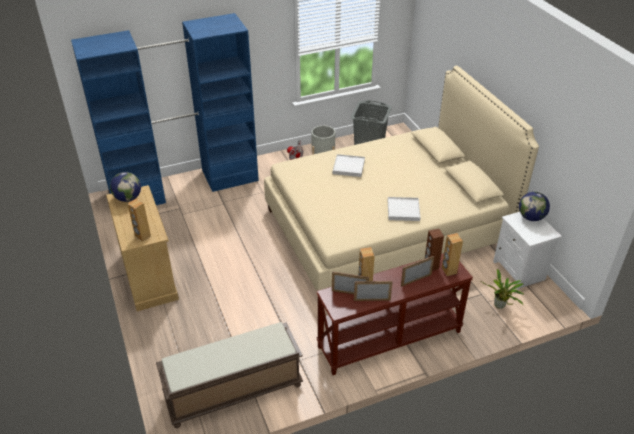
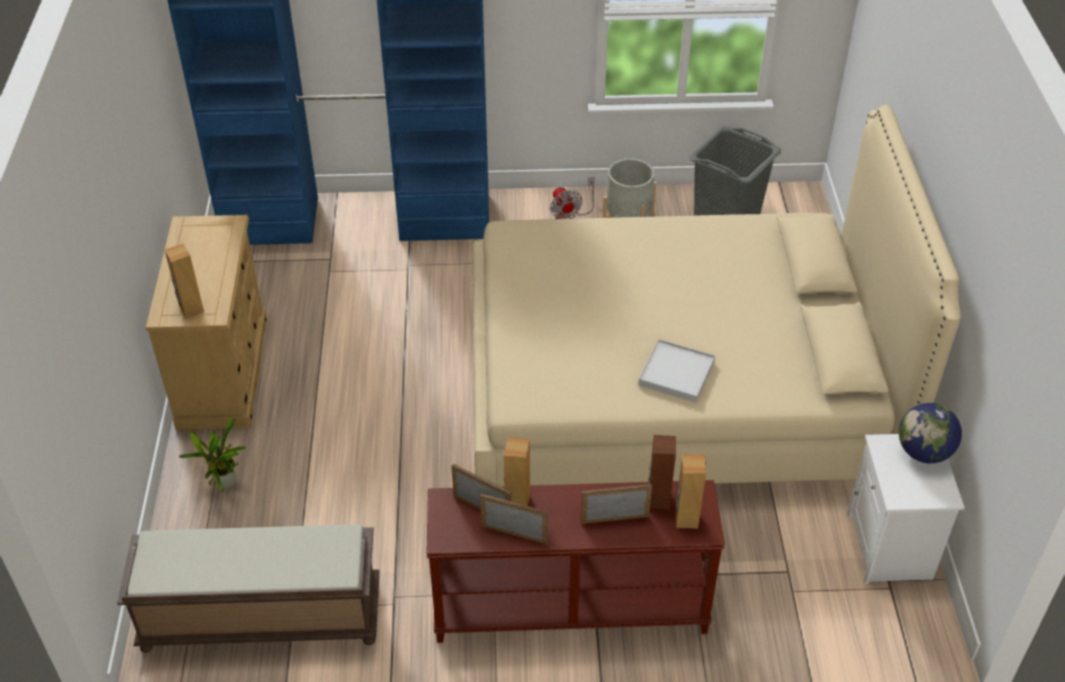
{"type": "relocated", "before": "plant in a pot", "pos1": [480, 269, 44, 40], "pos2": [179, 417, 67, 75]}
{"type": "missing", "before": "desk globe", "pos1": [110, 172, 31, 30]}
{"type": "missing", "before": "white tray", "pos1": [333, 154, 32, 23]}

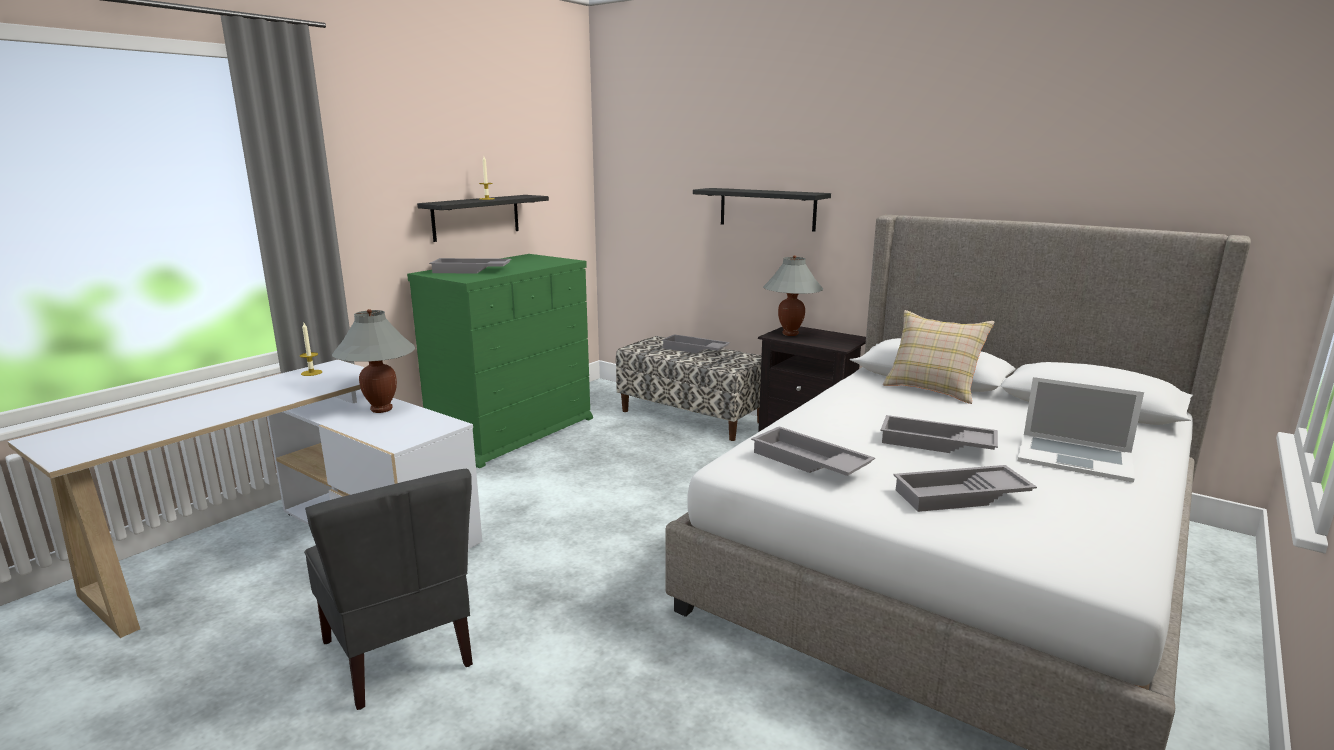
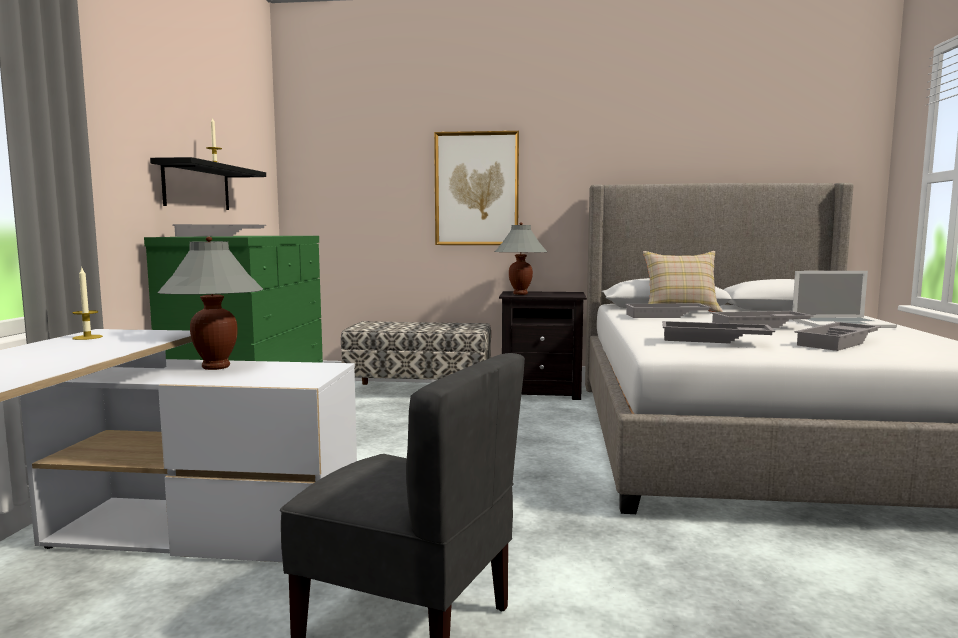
{"type": "exchanged", "before": "black-coloured bracket shelf", "after": "wall picture", "pos1": [693, 188, 138, 44], "pos2": [434, 131, 85, 114]}
{"type": "relocated", "before": "gray tray", "pos1": [661, 334, 69, 20], "pos2": [625, 304, 87, 14]}

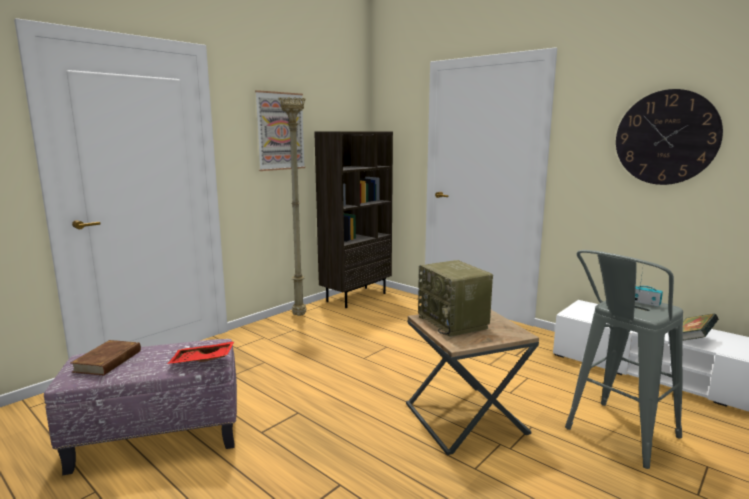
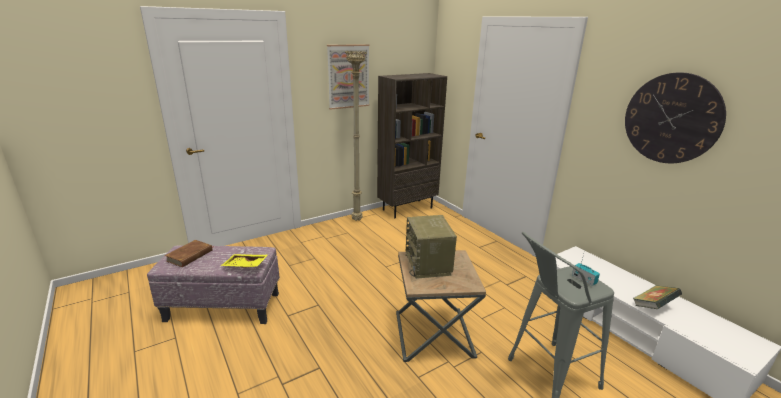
{"type": "colour", "before": "red tray", "after": "yellow tray", "pos1": [167, 341, 68, 23], "pos2": [221, 254, 47, 14]}

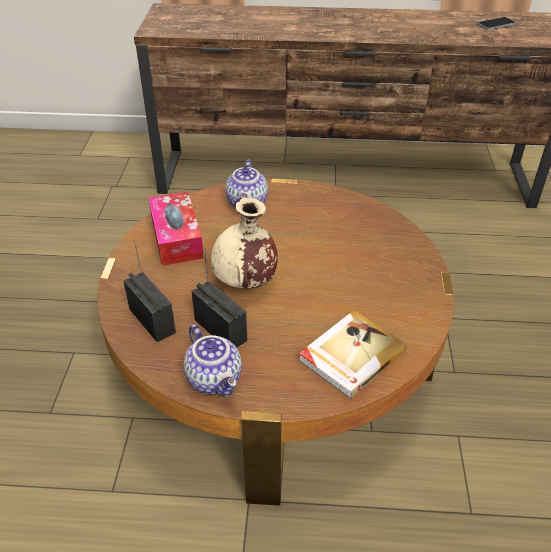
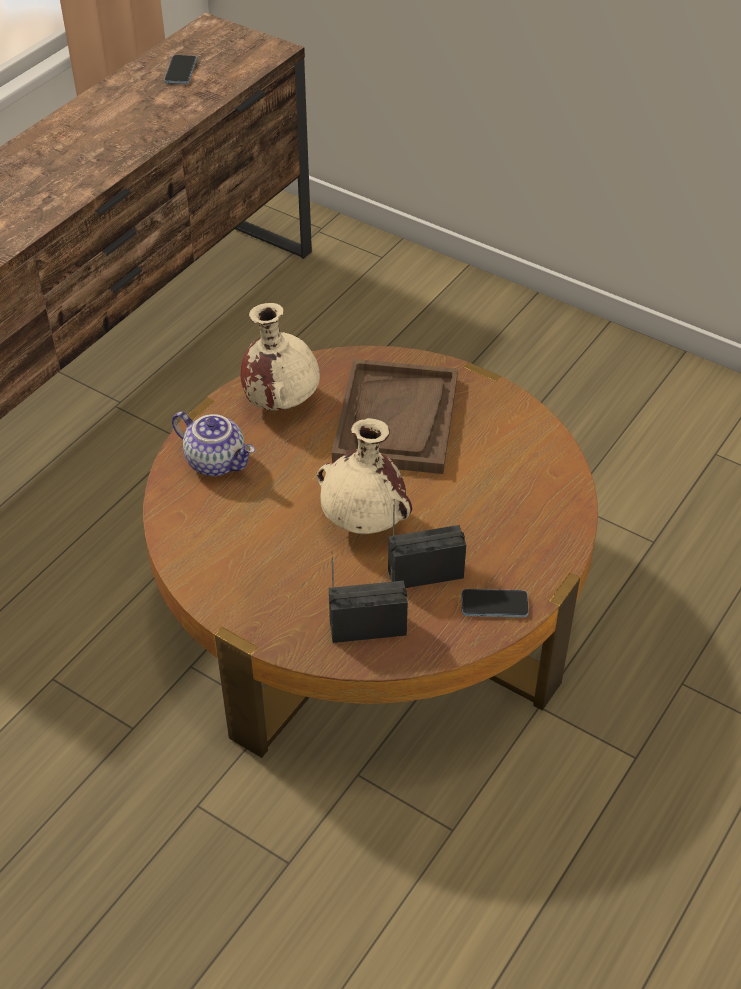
{"type": "appeared", "after": "sand-coloured decorative vase", "pos2": [240, 303, 80, 107]}
{"type": "appeared", "after": "brown-coloured tray", "pos2": [332, 359, 126, 115]}
{"type": "exchanged", "before": "pot for tea", "after": "telephone", "pos1": [183, 324, 59, 73], "pos2": [462, 589, 67, 28]}
{"type": "missing", "before": "tissue holder", "pos1": [149, 192, 55, 74]}
{"type": "missing", "before": "bound book", "pos1": [298, 310, 109, 89]}

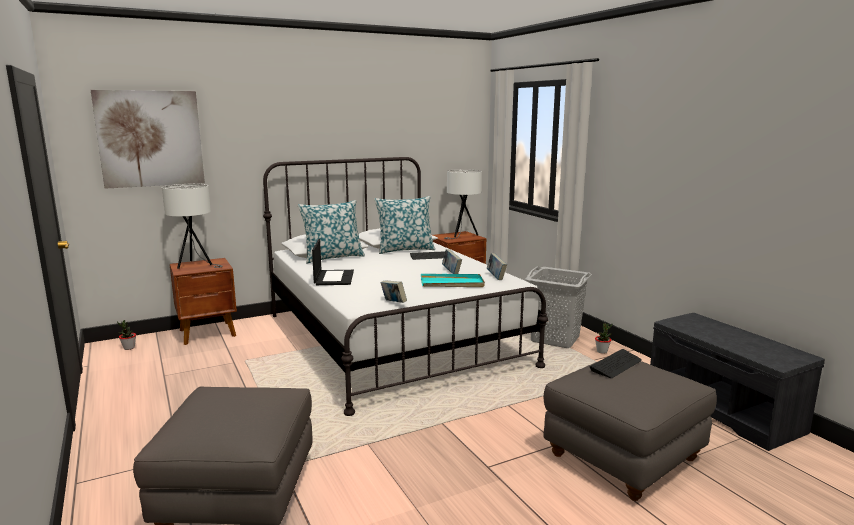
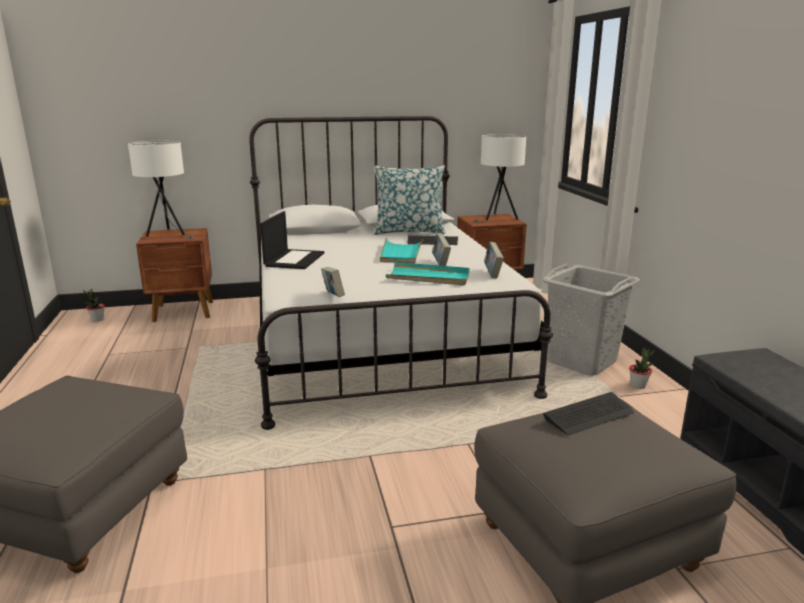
{"type": "appeared", "after": "blue-green tray", "pos2": [380, 238, 43, 25]}
{"type": "missing", "before": "wall picture", "pos1": [91, 90, 114, 99]}
{"type": "missing", "before": "throw pillow", "pos1": [298, 200, 67, 63]}

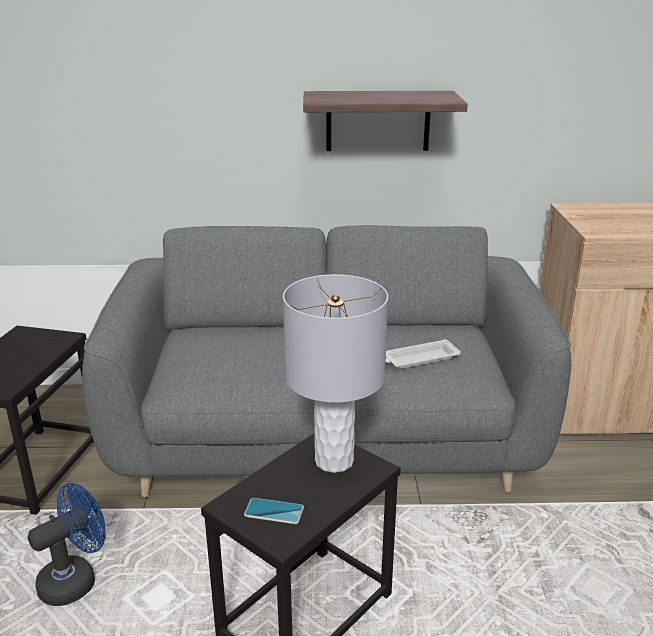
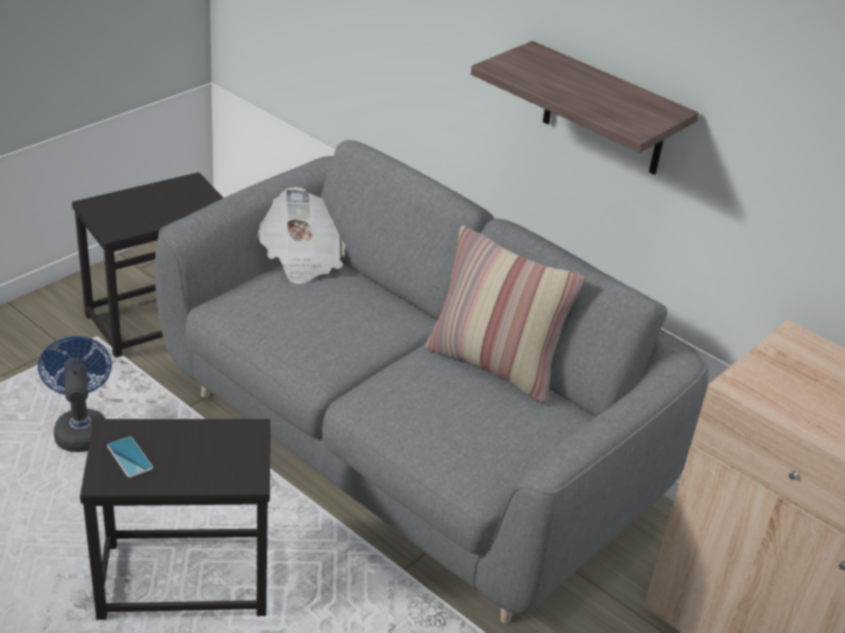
{"type": "spun", "before": "blue electric fan", "pos1": [28, 483, 78, 123], "pos2": [38, 336, 74, 116], "turn": -105}
{"type": "appeared", "after": "daily paper", "pos2": [257, 187, 88, 97]}
{"type": "appeared", "after": "throw pillow", "pos2": [426, 226, 160, 177]}
{"type": "missing", "before": "gray lamp for a table", "pos1": [283, 274, 105, 199]}
{"type": "missing", "before": "white tray", "pos1": [386, 339, 75, 30]}

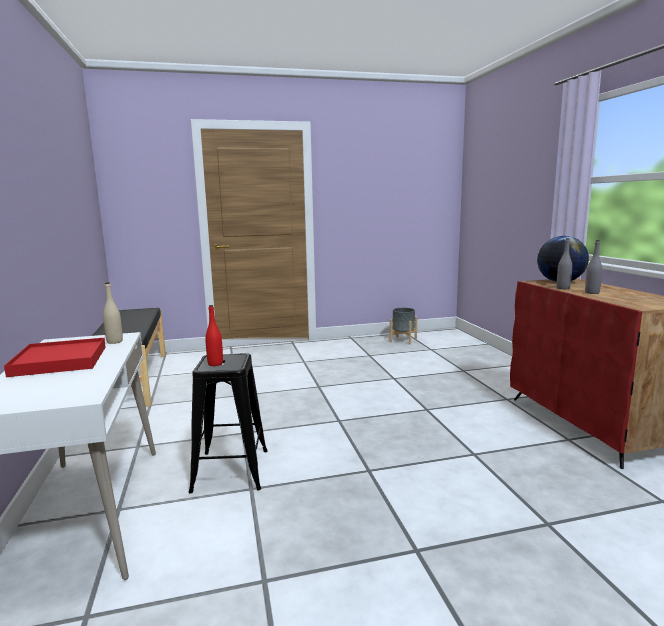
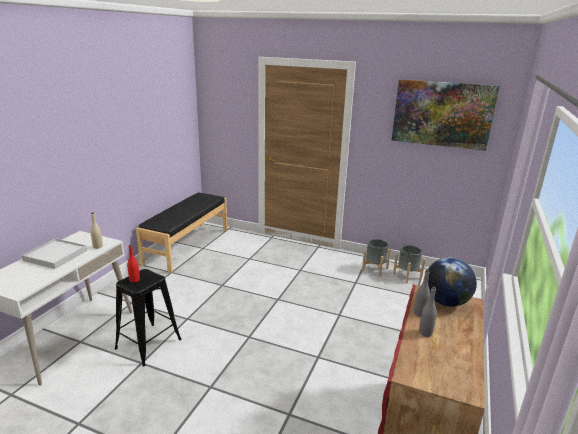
{"type": "colour", "before": "red tray", "after": "white tray", "pos1": [4, 338, 102, 39], "pos2": [21, 238, 66, 31]}
{"type": "appeared", "after": "gray plant pot", "pos2": [362, 239, 29, 38]}
{"type": "appeared", "after": "wall picture", "pos2": [392, 79, 107, 72]}

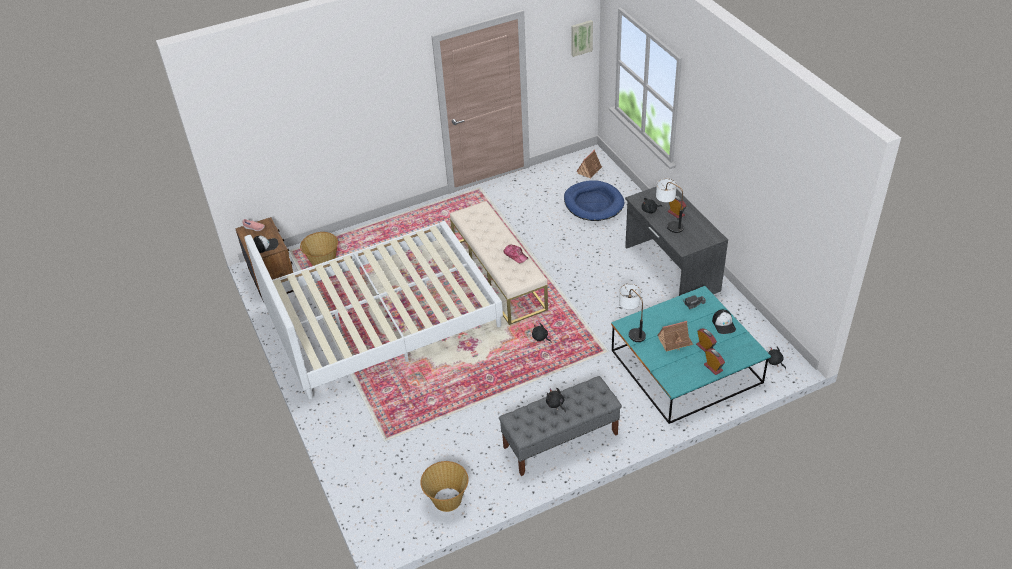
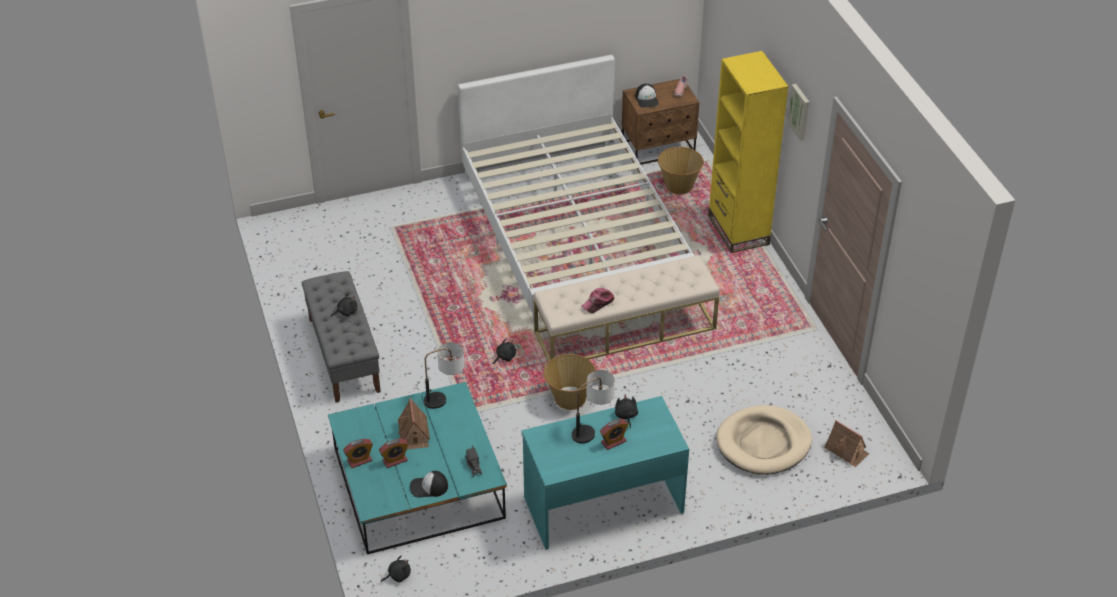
{"type": "colour", "before": "gray desk table", "after": "blue-green desk table", "pos1": [625, 186, 103, 110], "pos2": [521, 396, 168, 154]}
{"type": "relocated", "before": "basket", "pos1": [420, 461, 48, 51], "pos2": [543, 354, 53, 56]}
{"type": "appeared", "after": "yellow bookcase", "pos2": [708, 51, 81, 202]}
{"type": "colour", "before": "blue dog bed", "after": "sand-coloured dog bed", "pos1": [564, 180, 61, 41], "pos2": [716, 405, 96, 70]}
{"type": "relocated", "before": "wall picture", "pos1": [571, 20, 22, 37], "pos2": [787, 84, 22, 57]}

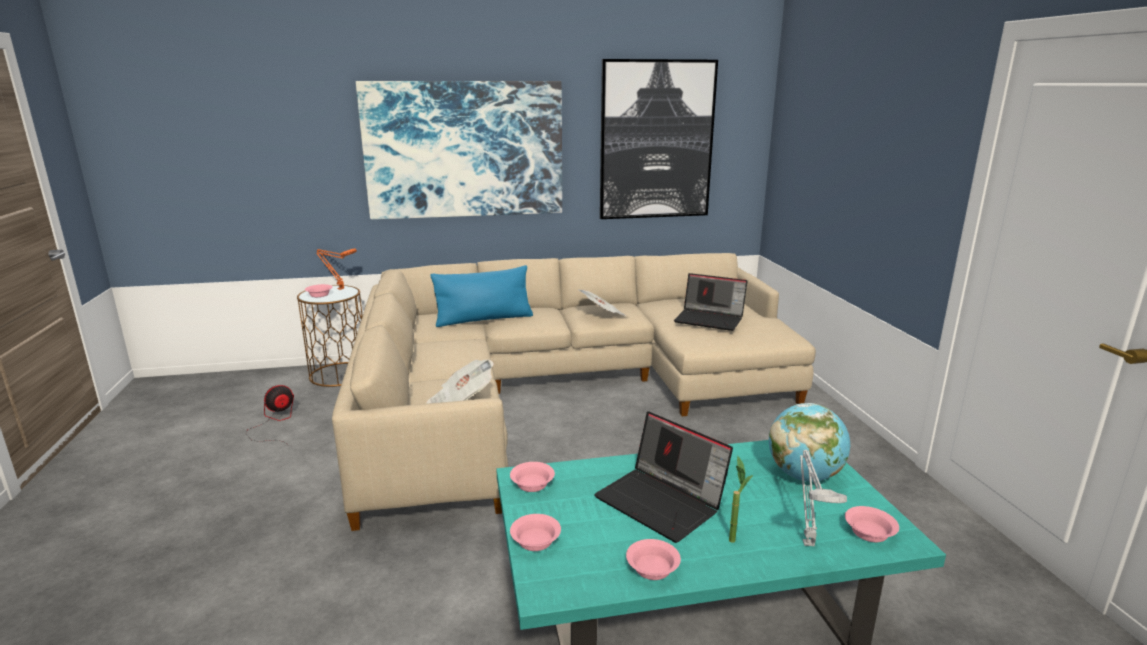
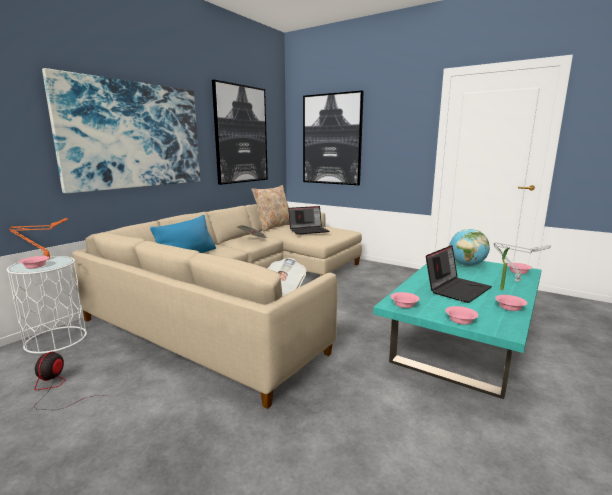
{"type": "colour", "before": "brown-coloured accent table", "after": "white accent table", "pos1": [297, 285, 65, 102], "pos2": [7, 256, 80, 98]}
{"type": "appeared", "after": "sand-coloured throw pillow", "pos2": [251, 185, 39, 47]}
{"type": "appeared", "after": "wall picture", "pos2": [303, 91, 61, 94]}
{"type": "spun", "before": "laptop", "pos1": [594, 411, 139, 132], "pos2": [426, 245, 66, 58], "turn": -45}

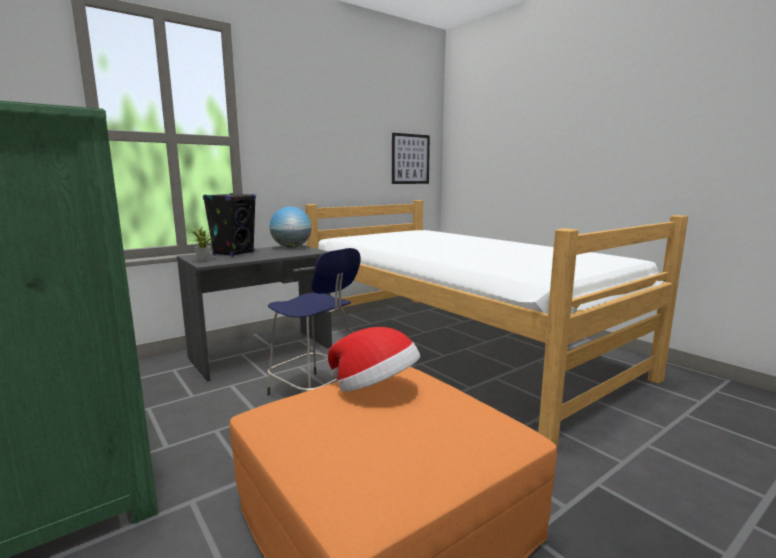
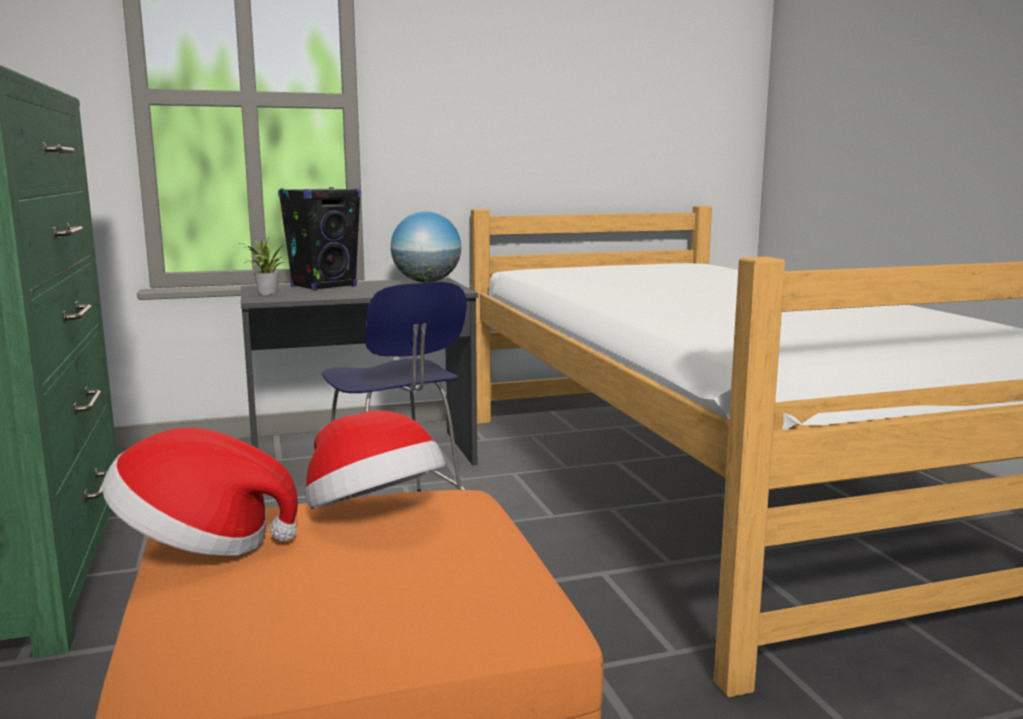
{"type": "appeared", "after": "wearable hat", "pos2": [102, 427, 196, 129]}
{"type": "missing", "before": "wall picture", "pos1": [392, 133, 38, 51]}

